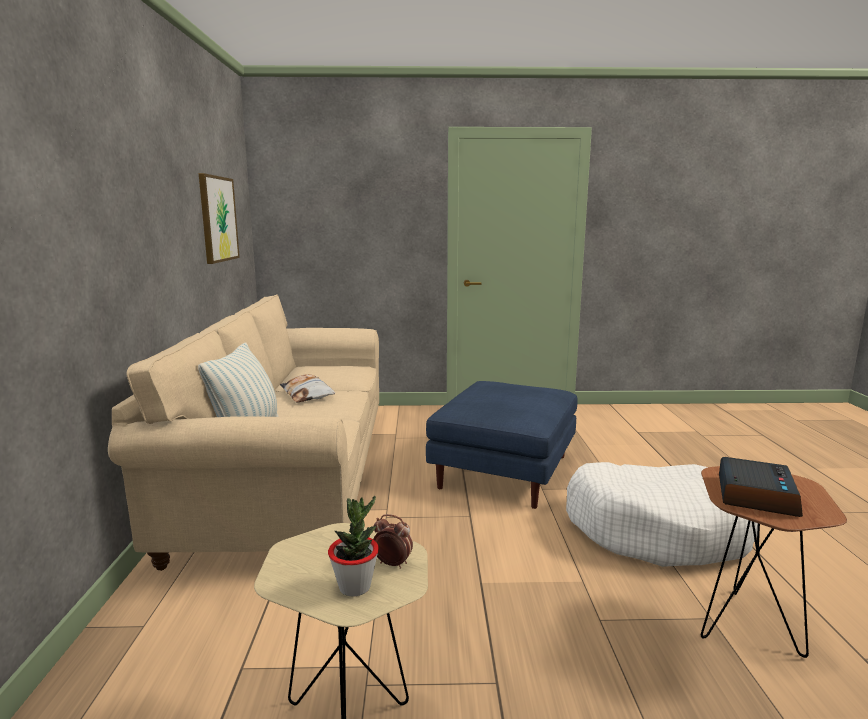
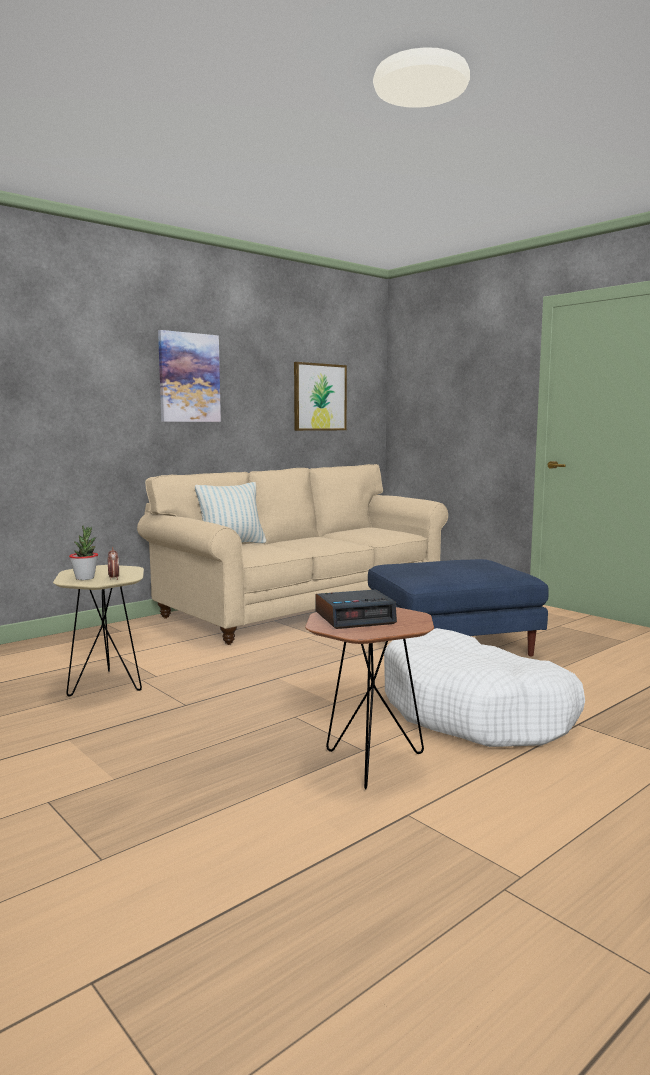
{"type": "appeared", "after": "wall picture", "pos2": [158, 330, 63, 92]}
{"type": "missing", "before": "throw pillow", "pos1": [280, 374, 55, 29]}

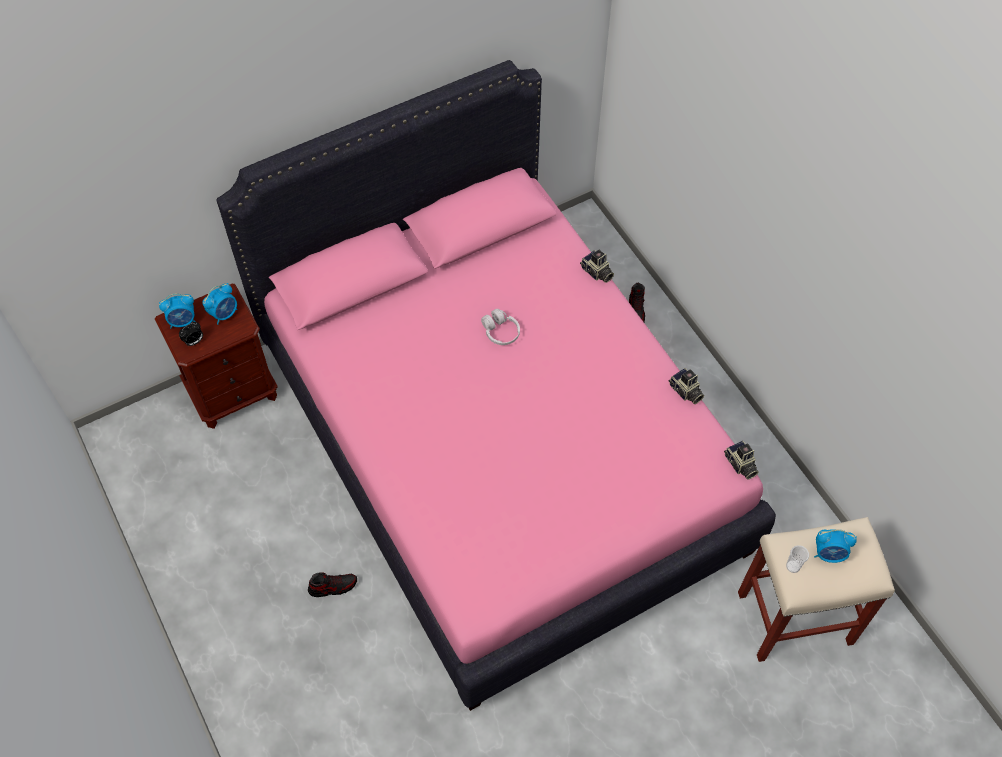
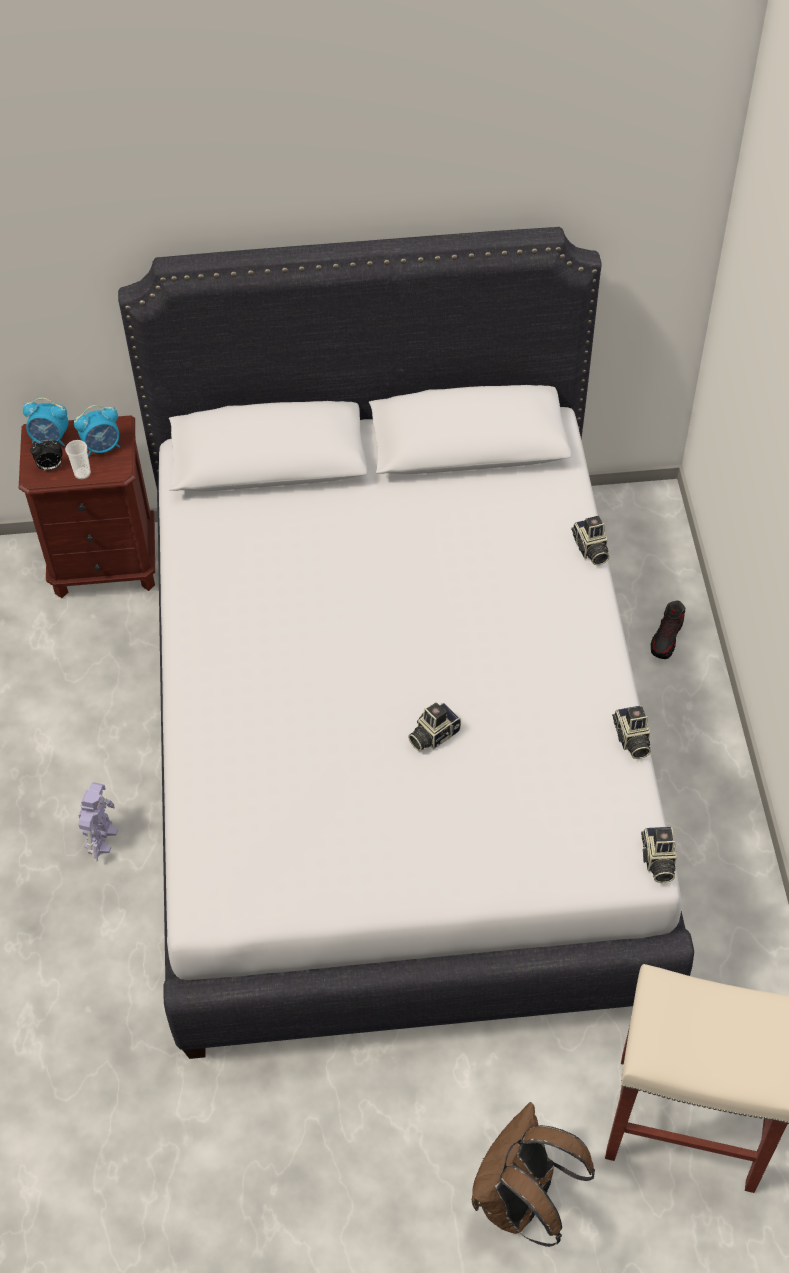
{"type": "relocated", "before": "small cup", "pos1": [786, 545, 23, 28], "pos2": [65, 440, 26, 40]}
{"type": "exchanged", "before": "shoe", "after": "model robot", "pos1": [308, 572, 49, 25], "pos2": [78, 782, 40, 79]}
{"type": "colour", "before": "pink bedroom bed", "after": "white bedroom bed", "pos1": [217, 60, 559, 651], "pos2": [118, 227, 576, 832]}
{"type": "appeared", "after": "photo camera", "pos2": [408, 702, 53, 49]}
{"type": "appeared", "after": "brown-coloured knapsack", "pos2": [472, 1102, 123, 145]}
{"type": "missing", "before": "white headset", "pos1": [481, 309, 39, 36]}
{"type": "missing", "before": "bedside clock", "pos1": [814, 529, 43, 34]}

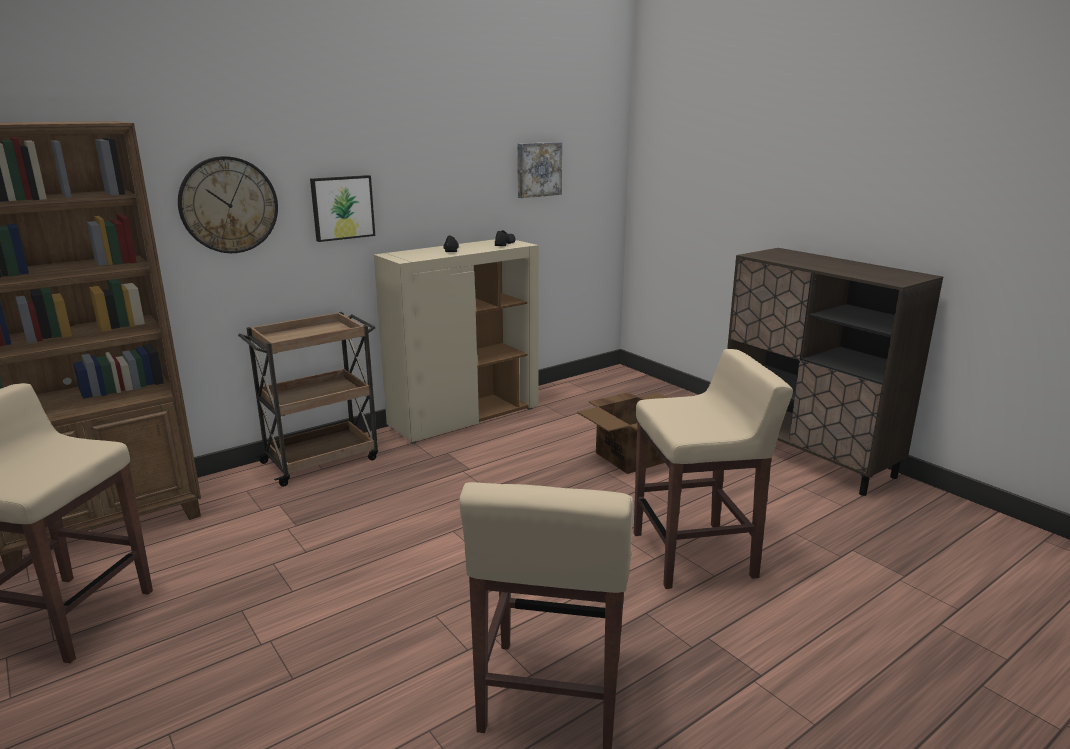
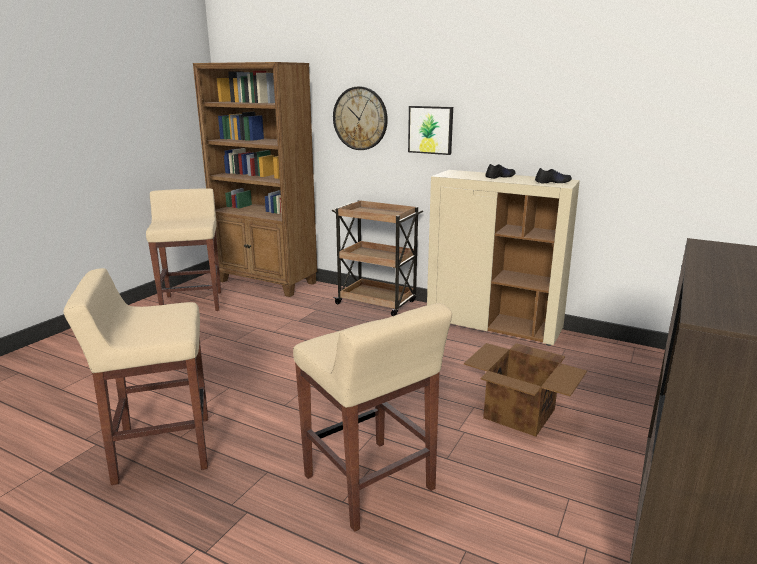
{"type": "missing", "before": "wall picture", "pos1": [517, 142, 45, 56]}

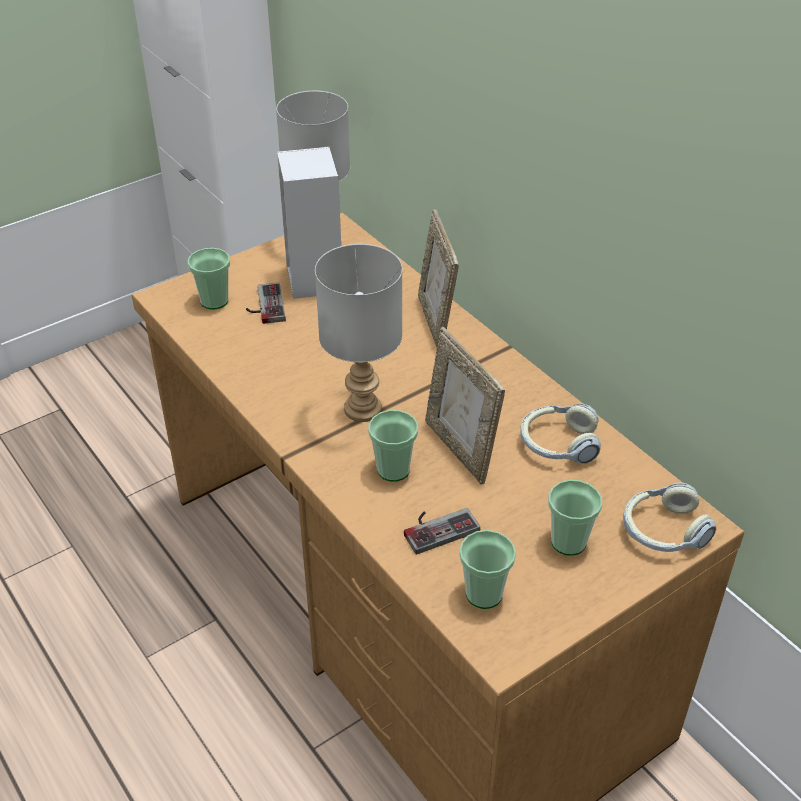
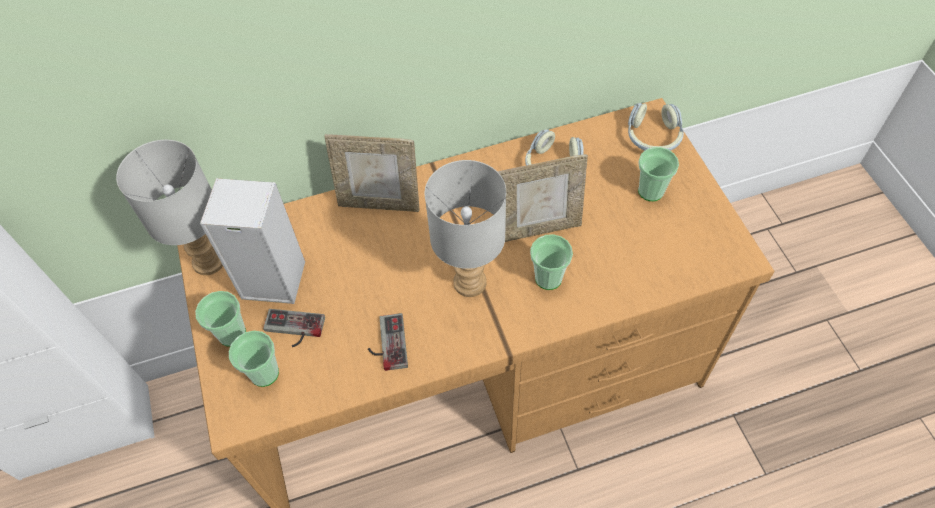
{"type": "relocated", "before": "small cup", "pos1": [459, 530, 57, 79], "pos2": [195, 291, 51, 56]}
{"type": "relocated", "before": "joypad", "pos1": [404, 508, 76, 47], "pos2": [368, 313, 40, 58]}

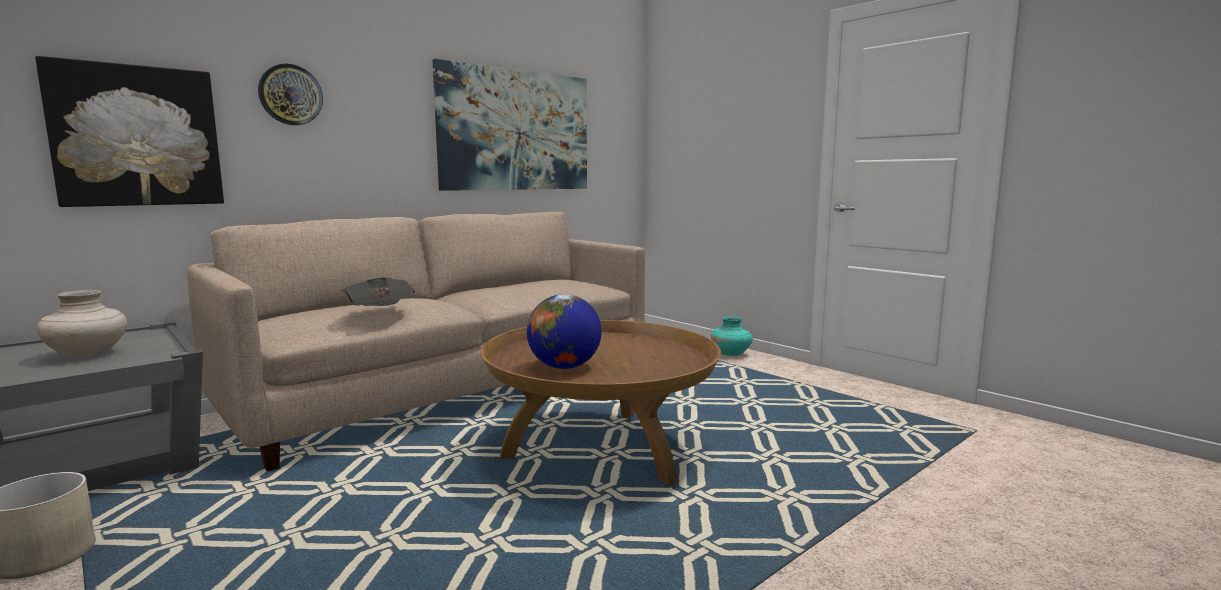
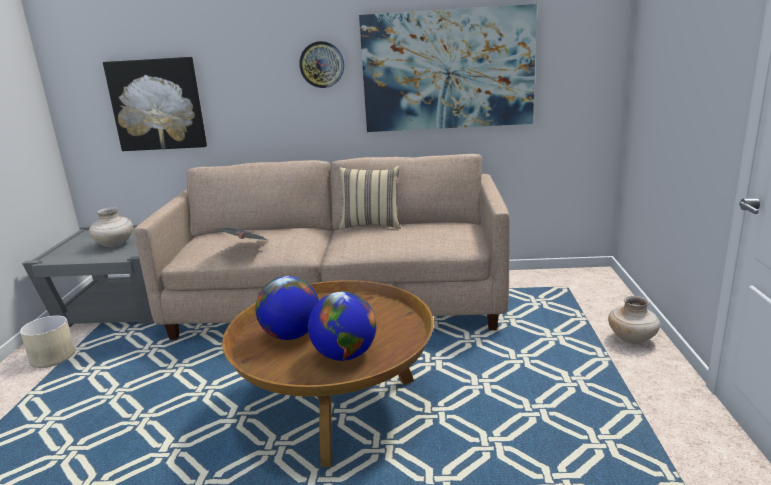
{"type": "relocated", "before": "clock on the wall", "pos1": [258, 63, 65, 62], "pos2": [299, 41, 45, 47]}
{"type": "appeared", "after": "desk globe", "pos2": [308, 292, 68, 69]}
{"type": "appeared", "after": "sand-coloured throw pillow", "pos2": [339, 166, 62, 63]}
{"type": "colour", "before": "blue-green decorative vase", "after": "sand-coloured decorative vase", "pos1": [711, 317, 42, 39], "pos2": [608, 296, 52, 48]}

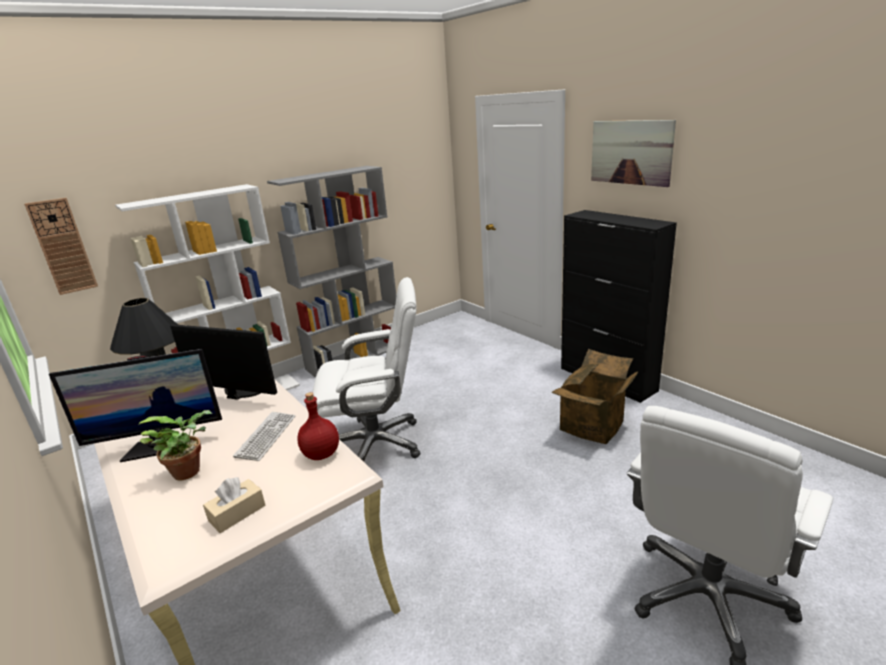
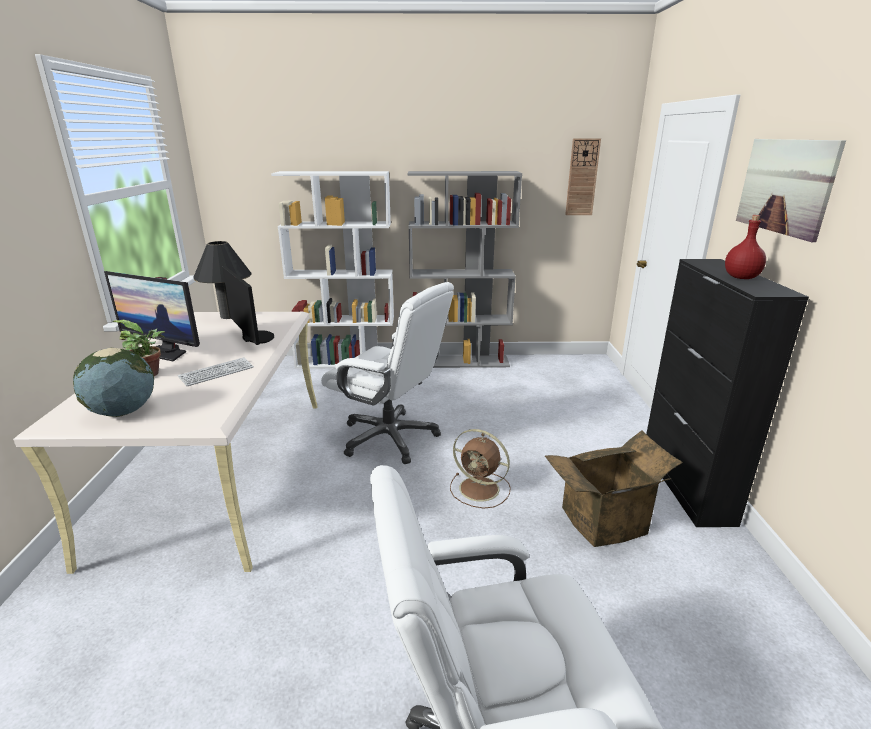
{"type": "exchanged", "before": "sand-coloured tissue holder", "after": "desk globe", "pos1": [203, 477, 62, 56], "pos2": [73, 348, 81, 69]}
{"type": "appeared", "after": "brown-coloured electric fan", "pos2": [450, 429, 61, 79]}
{"type": "relocated", "before": "clock on the wall", "pos1": [24, 198, 74, 97], "pos2": [565, 138, 36, 77]}
{"type": "relocated", "before": "red bottle", "pos1": [297, 392, 42, 68], "pos2": [725, 215, 41, 64]}

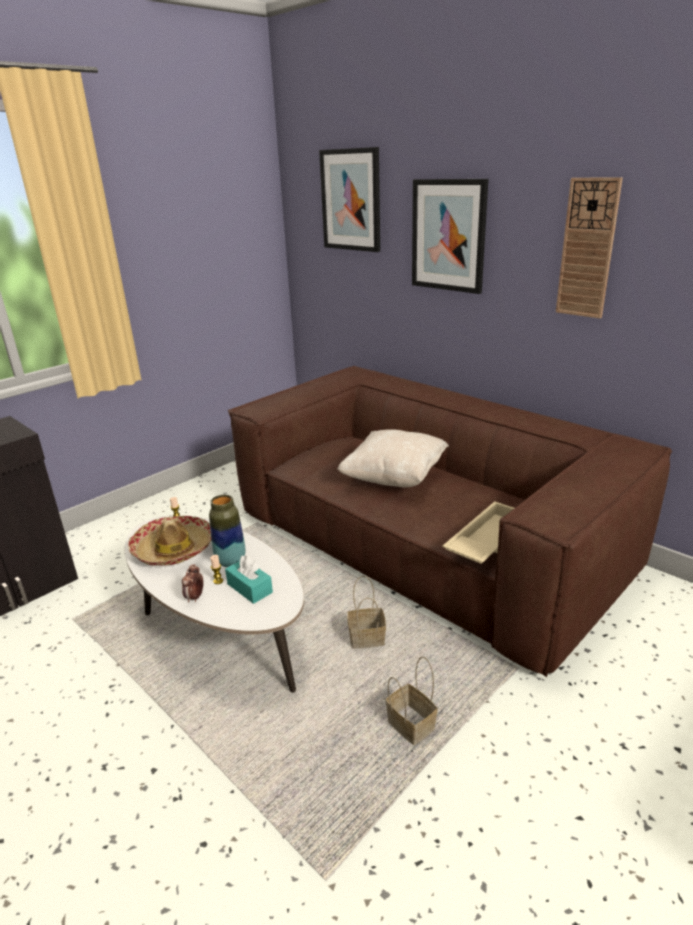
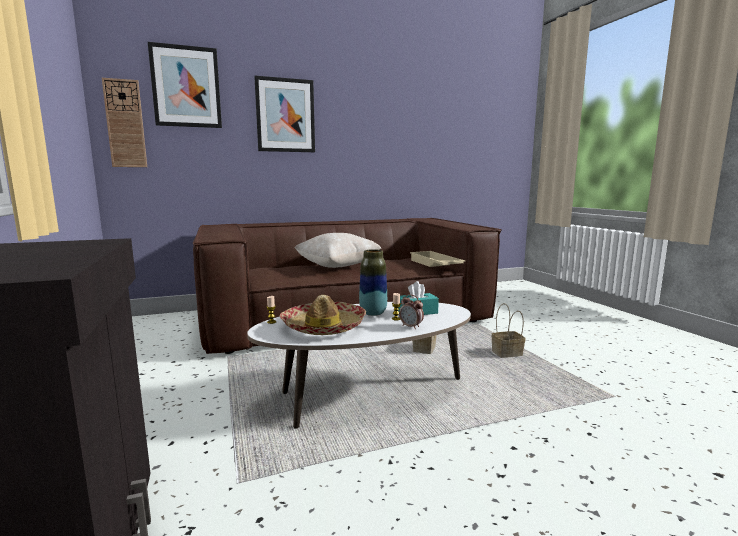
{"type": "relocated", "before": "clock on the wall", "pos1": [556, 177, 67, 142], "pos2": [102, 78, 45, 89]}

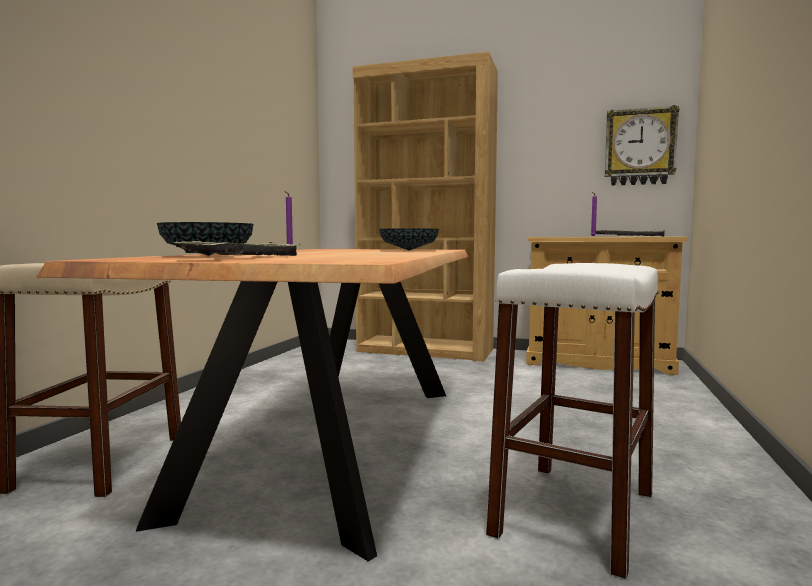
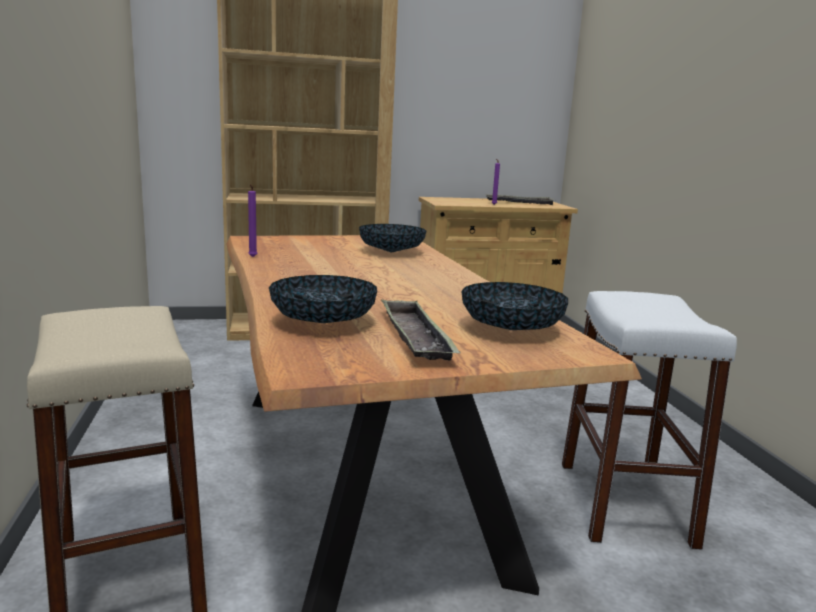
{"type": "appeared", "after": "serving bowl", "pos2": [461, 282, 107, 48]}
{"type": "missing", "before": "clock on the wall", "pos1": [605, 105, 74, 81]}

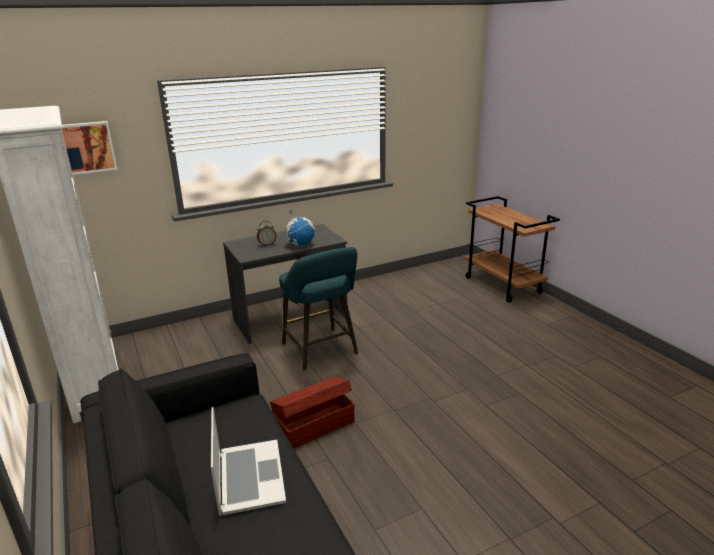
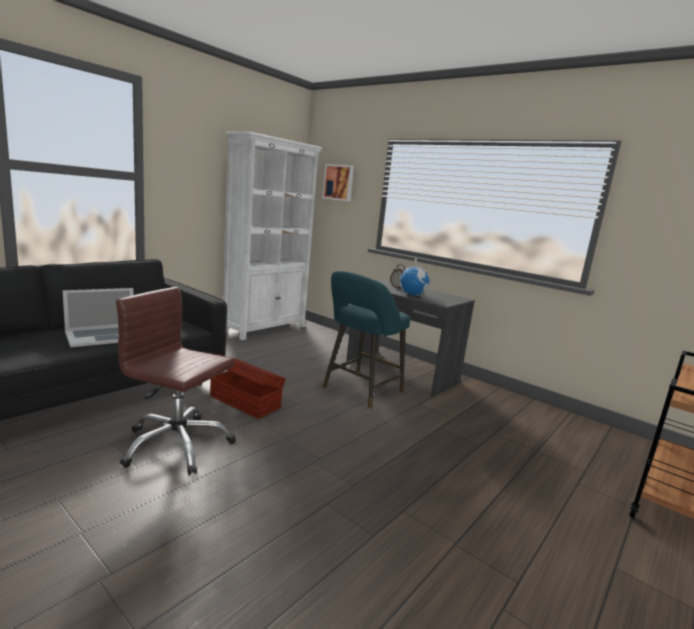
{"type": "appeared", "after": "brown-coloured office chair", "pos2": [116, 287, 120, 188]}

